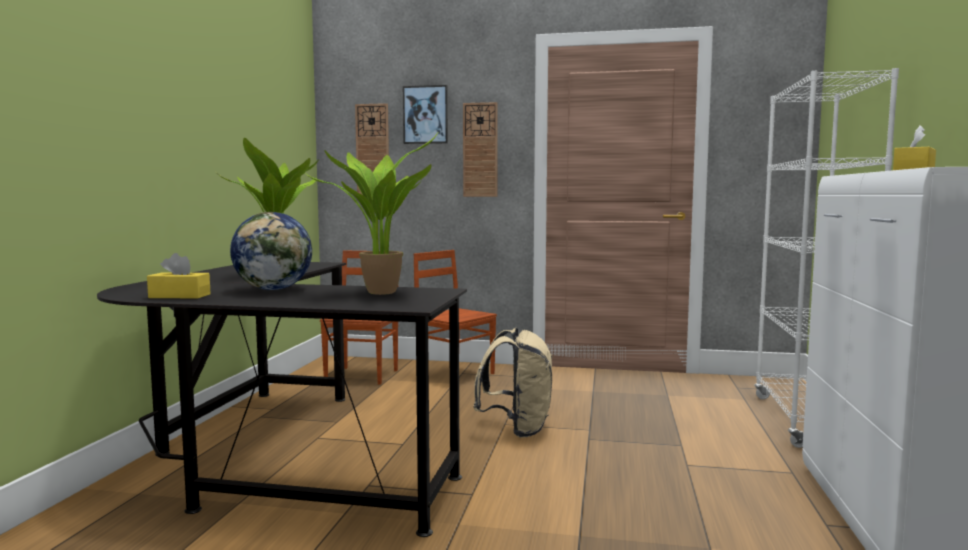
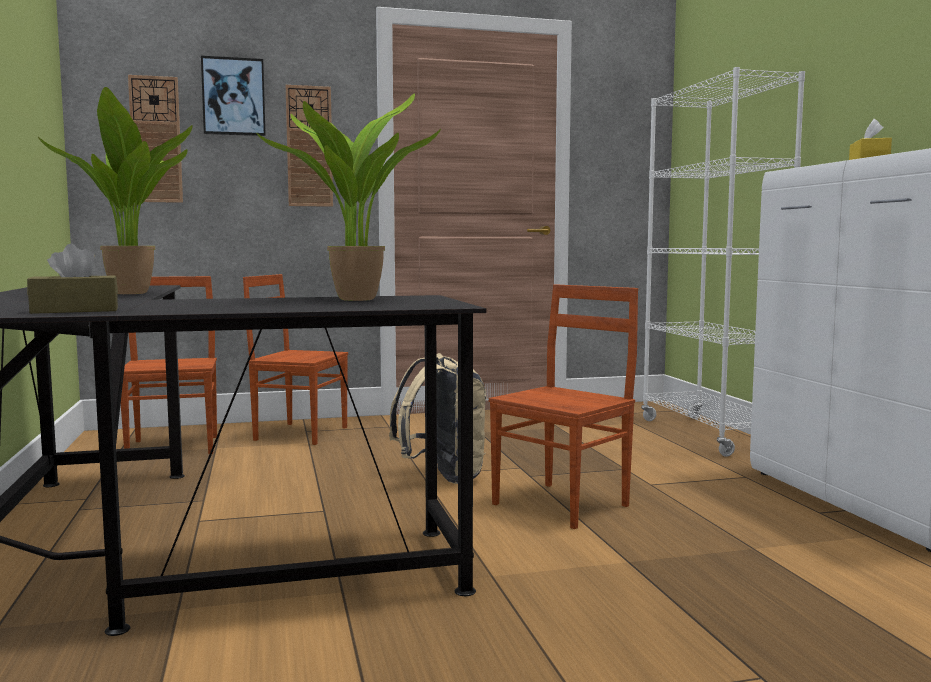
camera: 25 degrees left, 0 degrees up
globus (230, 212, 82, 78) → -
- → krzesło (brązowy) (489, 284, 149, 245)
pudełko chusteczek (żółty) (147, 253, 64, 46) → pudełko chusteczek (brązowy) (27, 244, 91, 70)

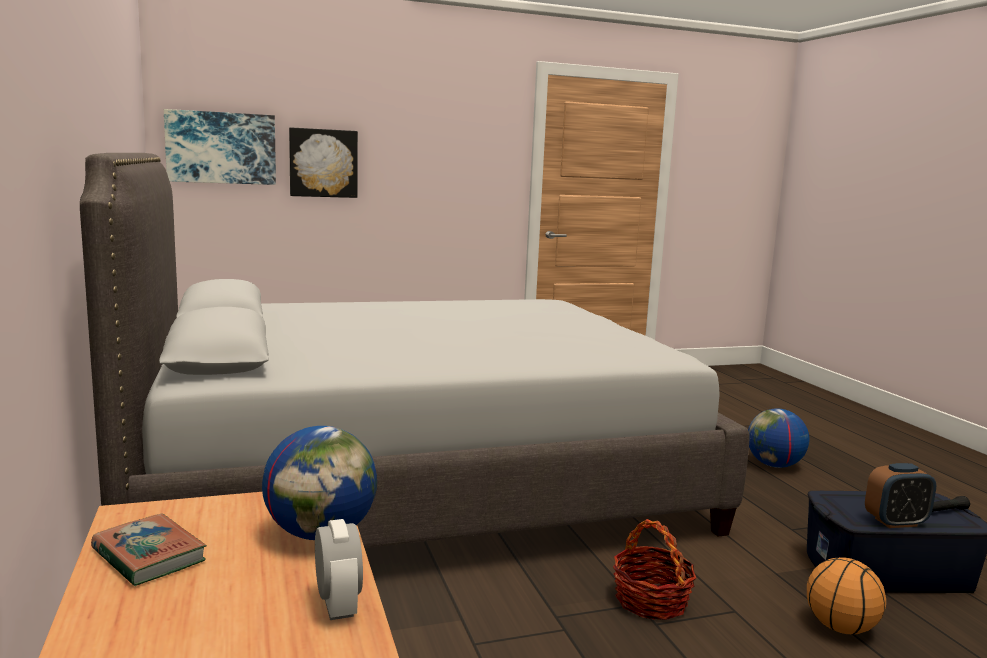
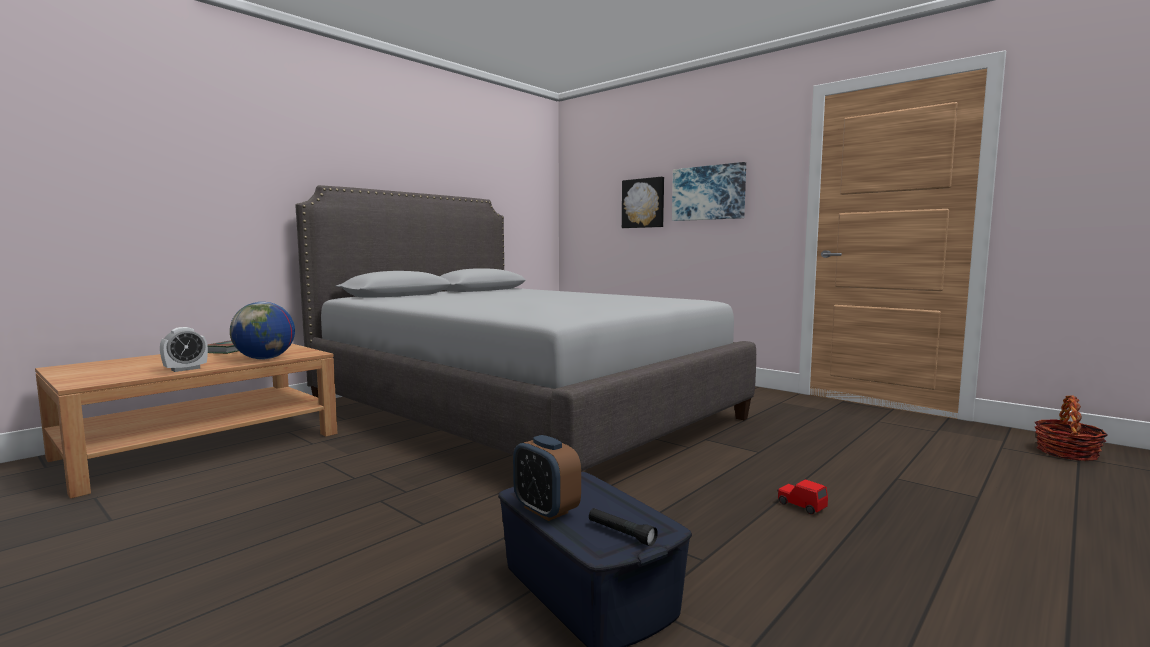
camera: 60 degrees right, 5 degrees down
piłka do koszykówki (807, 557, 79, 77) → -
obraz (164, 109, 112, 76) → obraz (672, 162, 74, 59), relocated
koszyk (613, 519, 83, 101) → koszyk (1035, 395, 73, 66), relocated
globus (748, 409, 61, 59) → samochodzik (czerwony) (777, 479, 51, 35)

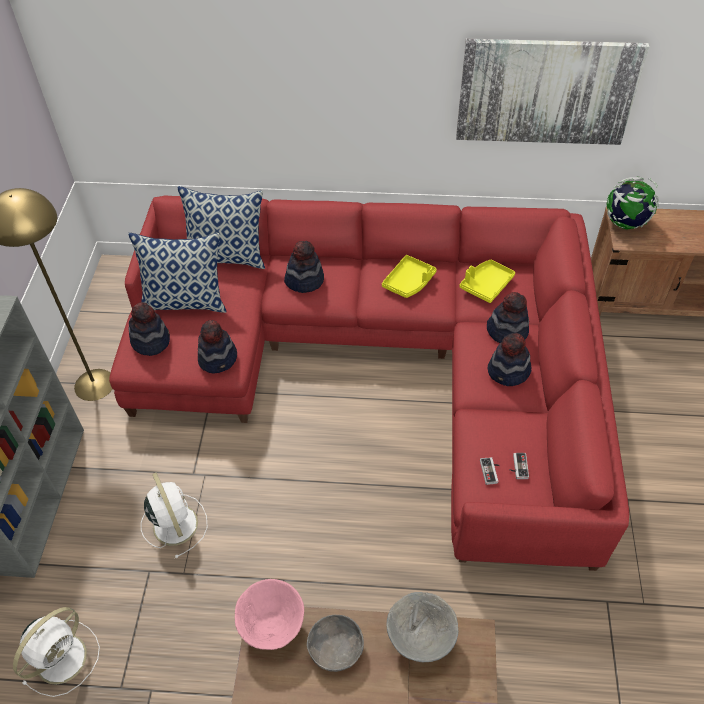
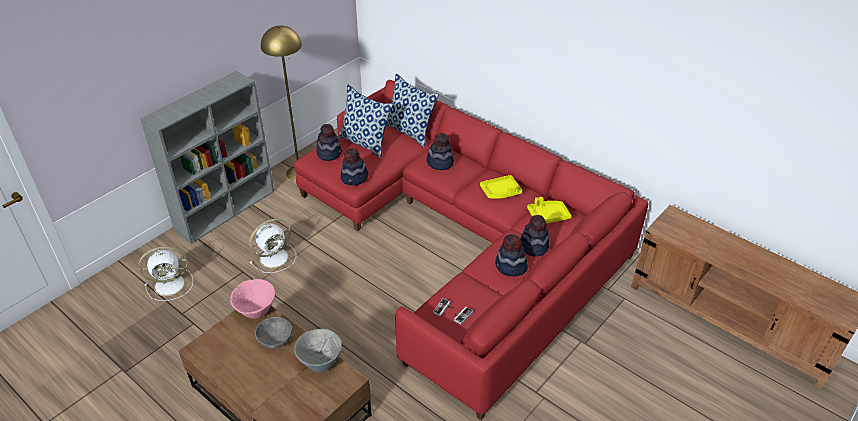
camera: 35 degrees right, 10 degrees down
obraz (456, 39, 193, 106) → -
globus (607, 176, 52, 53) → -
wentylator (biały) (141, 472, 67, 87) → wentylator (biały) (249, 219, 47, 54), 45 degrees clockwise

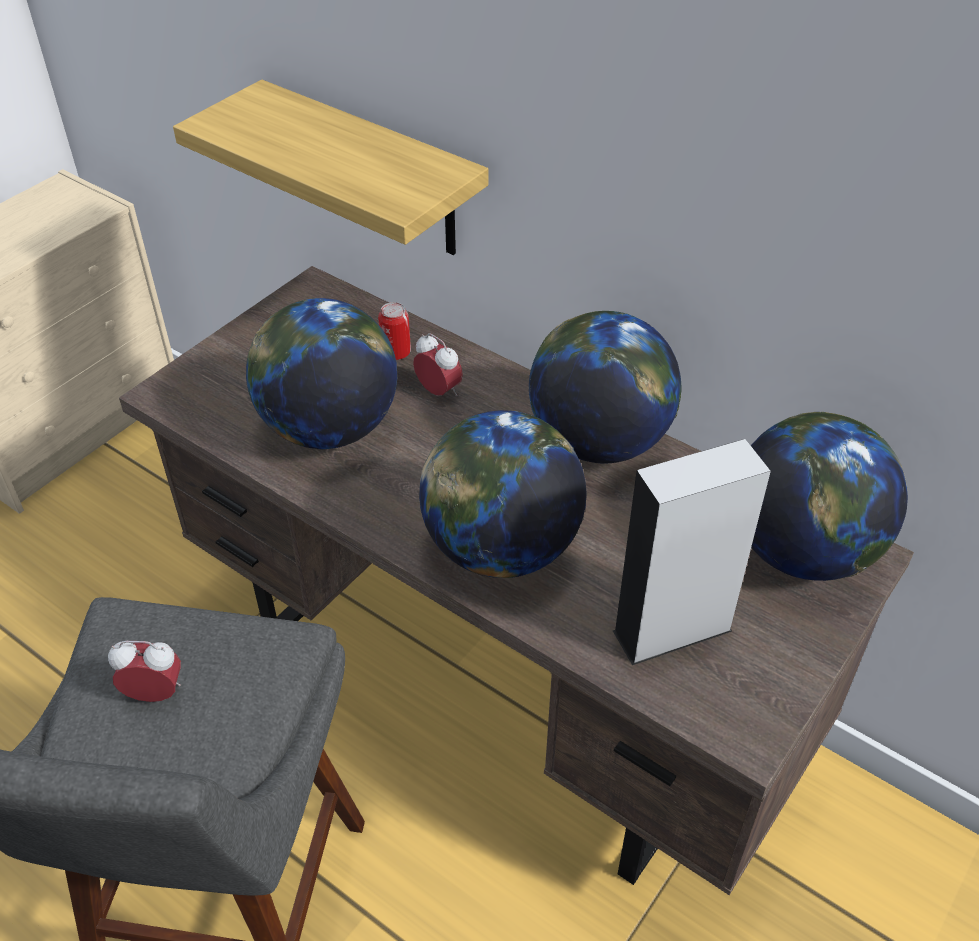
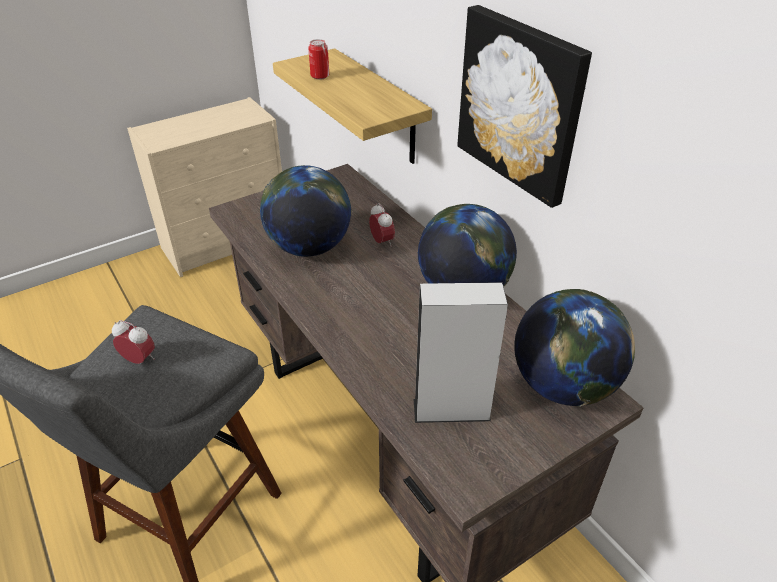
camera: 20 degrees right, 5 degrees down
globus (419, 410, 167, 168) → -
- → obraz (457, 5, 135, 203)
puszka (378, 302, 33, 58) → puszka (308, 39, 21, 41), relocated

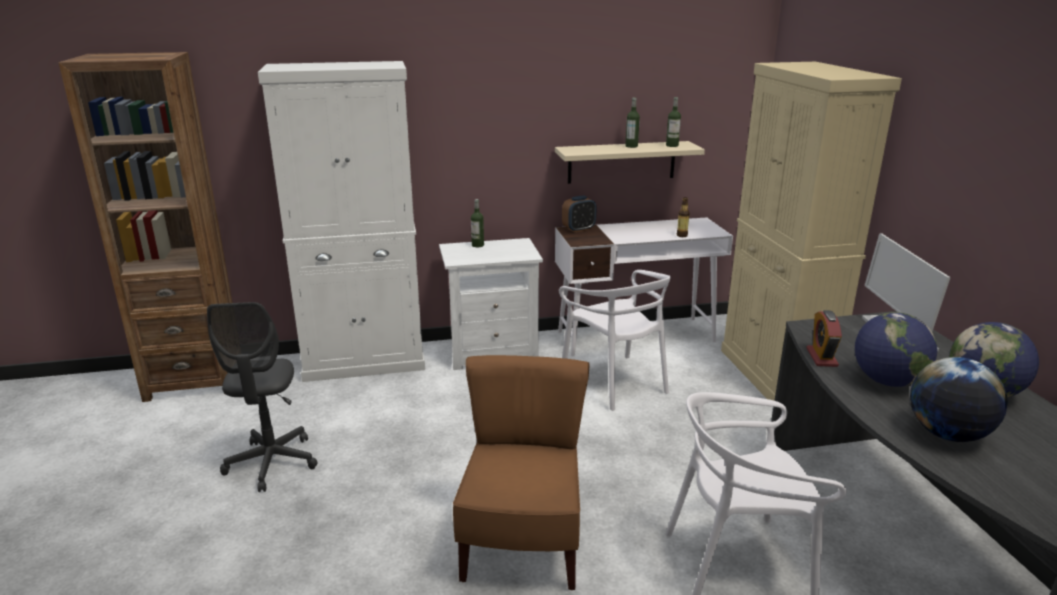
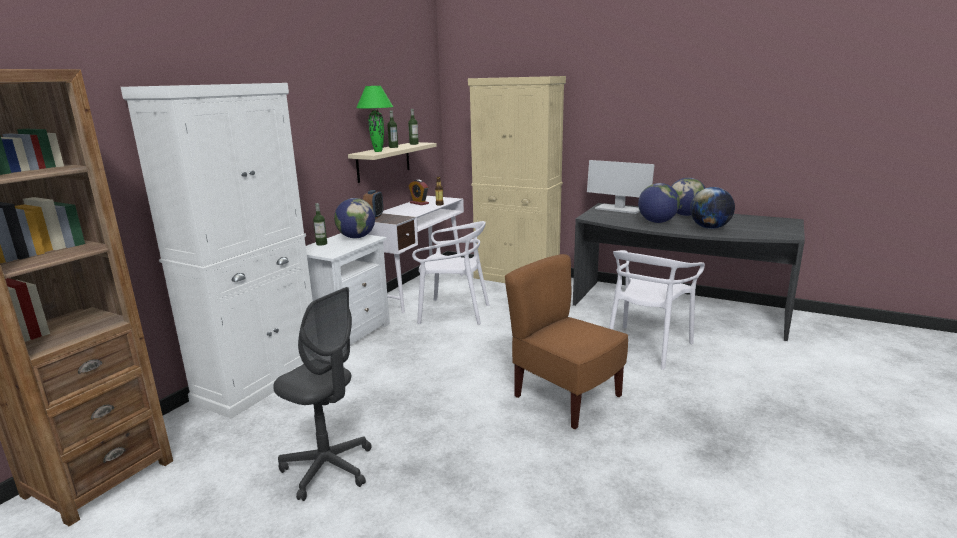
camera: 50 degrees left, 5 degrees down
- → globus (334, 198, 41, 40)
- → lampa stołowa (zielony) (356, 86, 37, 66)
budzik (806, 310, 36, 57) → budzik (409, 180, 20, 25), relocated

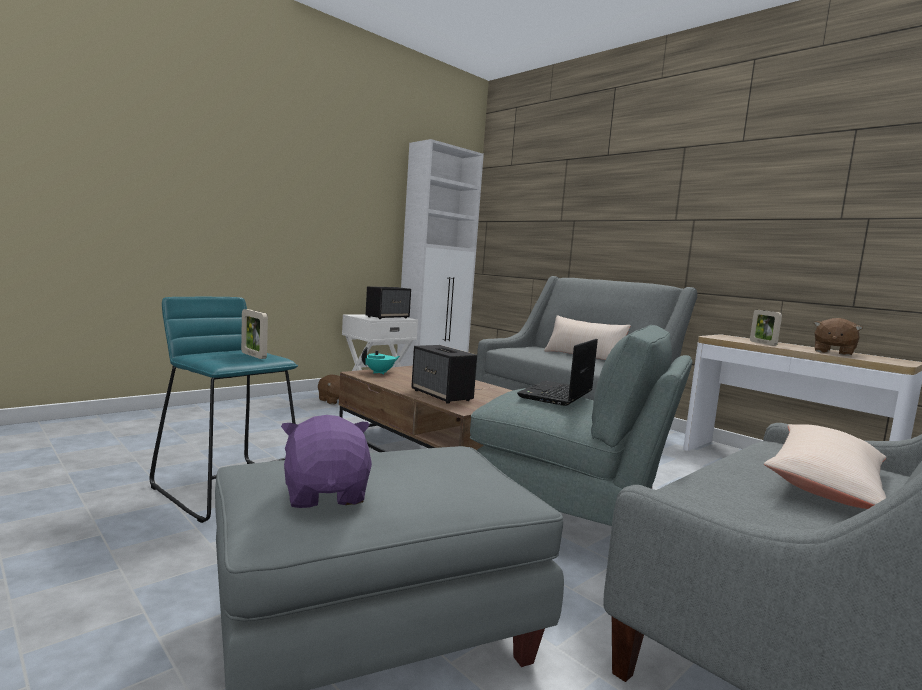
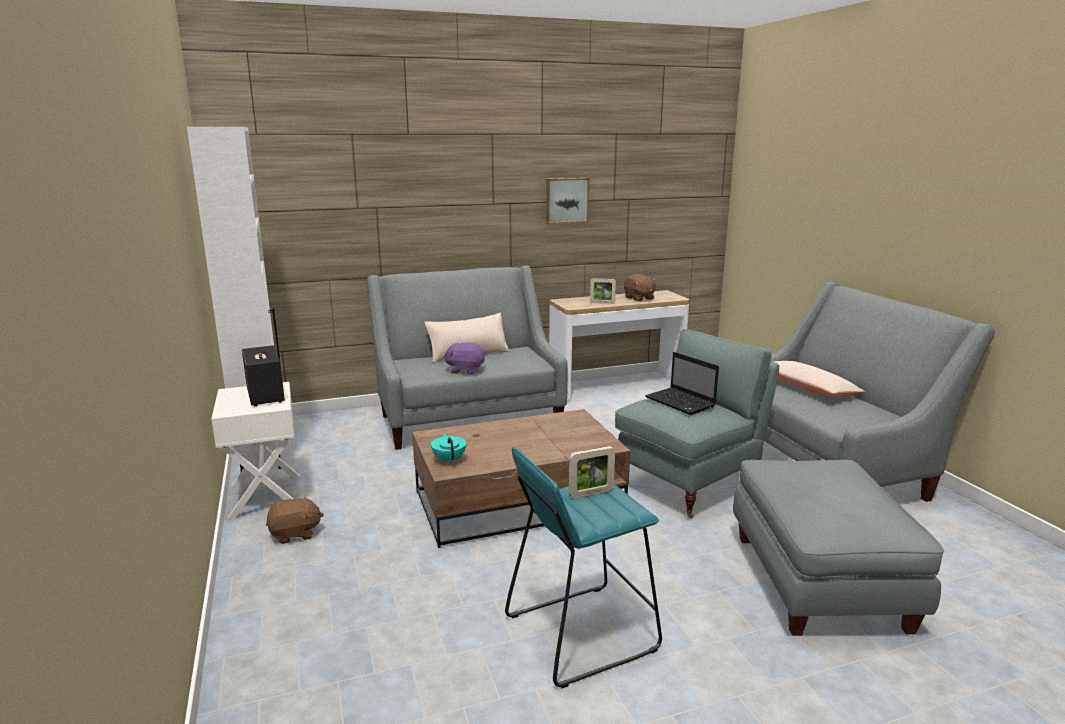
camera: 65 degrees left, 10 degrees up
głośnik (411, 345, 66, 59) → -
- → obraz (546, 178, 43, 46)
pluszak (fioletowy) (281, 415, 91, 93) → pluszak (fioletowy) (443, 343, 42, 31), relocated

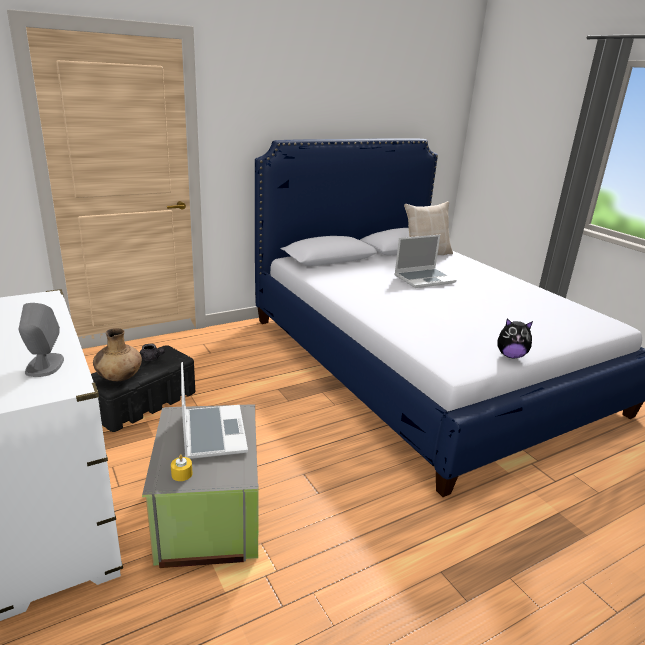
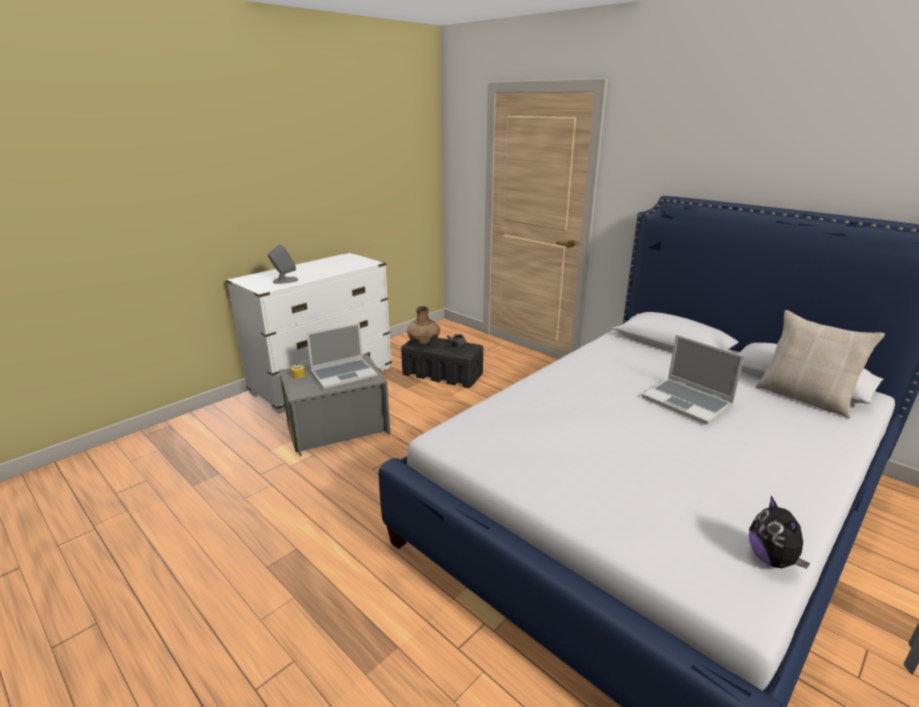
camera: 75 degrees right, 0 degrees up
pluszak (497, 318, 36, 41) → pluszak (749, 496, 61, 73), relocated

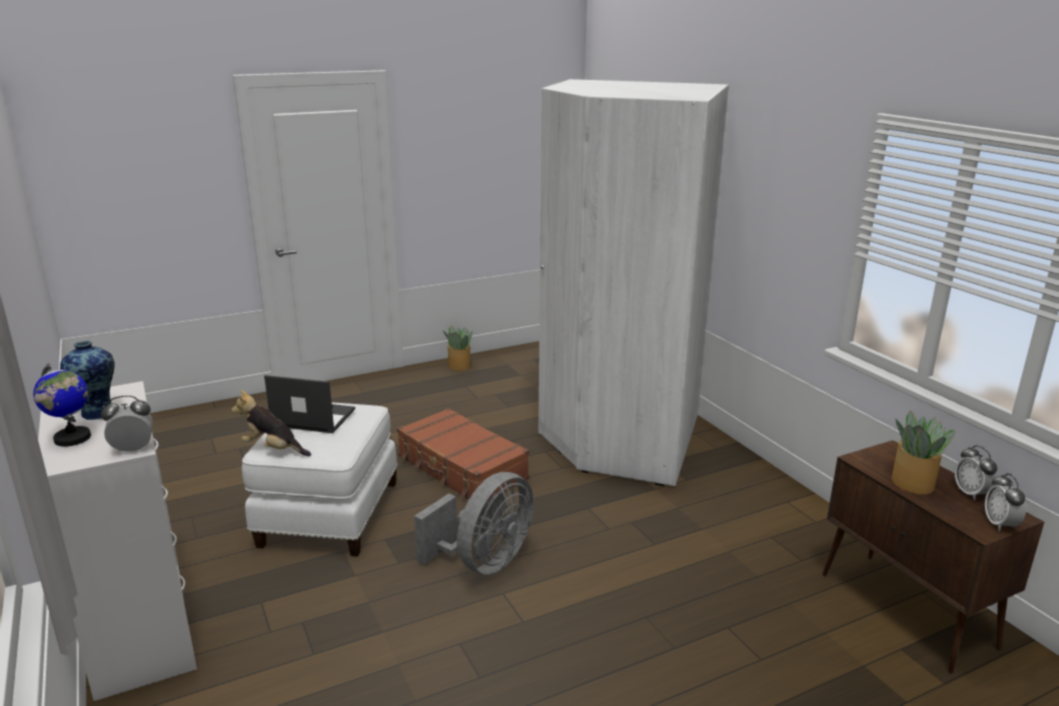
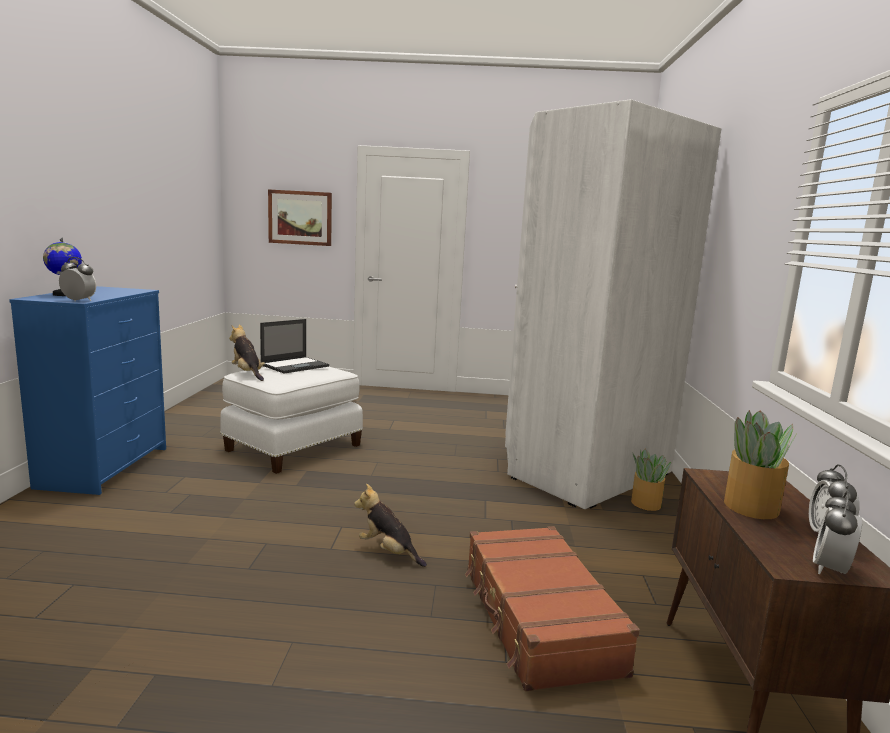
camera: 30 degrees right, 10 degrees down
wazon (60, 341, 55, 79) → -
wentylator (szary) (414, 472, 120, 103) → -
- → obraz (268, 189, 64, 57)
- → pluszak (354, 484, 73, 83)
walizka (brązowy) (397, 408, 132, 92) → walizka (brązowy) (465, 526, 175, 166), relocated
roślina doniczkowa (443, 325, 30, 45) → roślina doniczkowa (631, 449, 41, 62), relocated
komoda (biały) (38, 381, 159, 320) → komoda (niebieski) (9, 286, 157, 209)
laptop (264, 375, 91, 58) → laptop (260, 319, 69, 55), 90 degrees clockwise

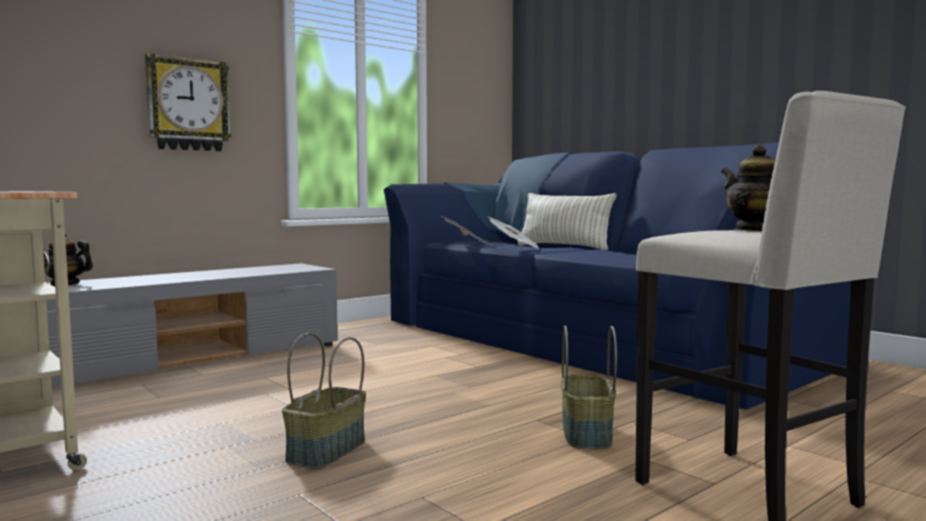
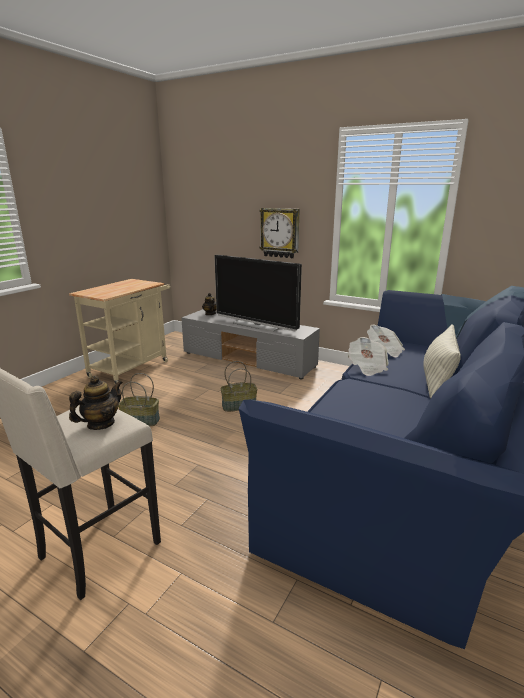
camera: 70 degrees right, 15 degrees up
- → telewizor (214, 255, 88, 77)
koszyk (561, 325, 56, 124) → koszyk (221, 361, 36, 51), relocated

